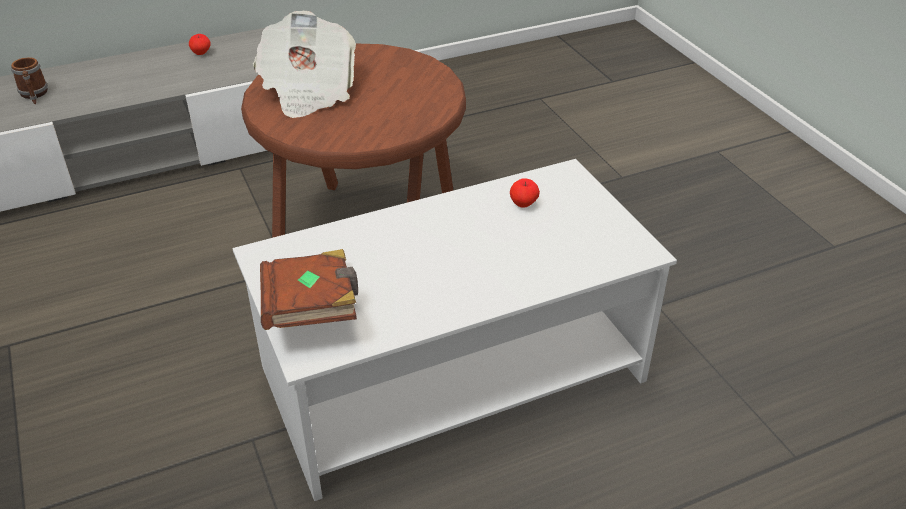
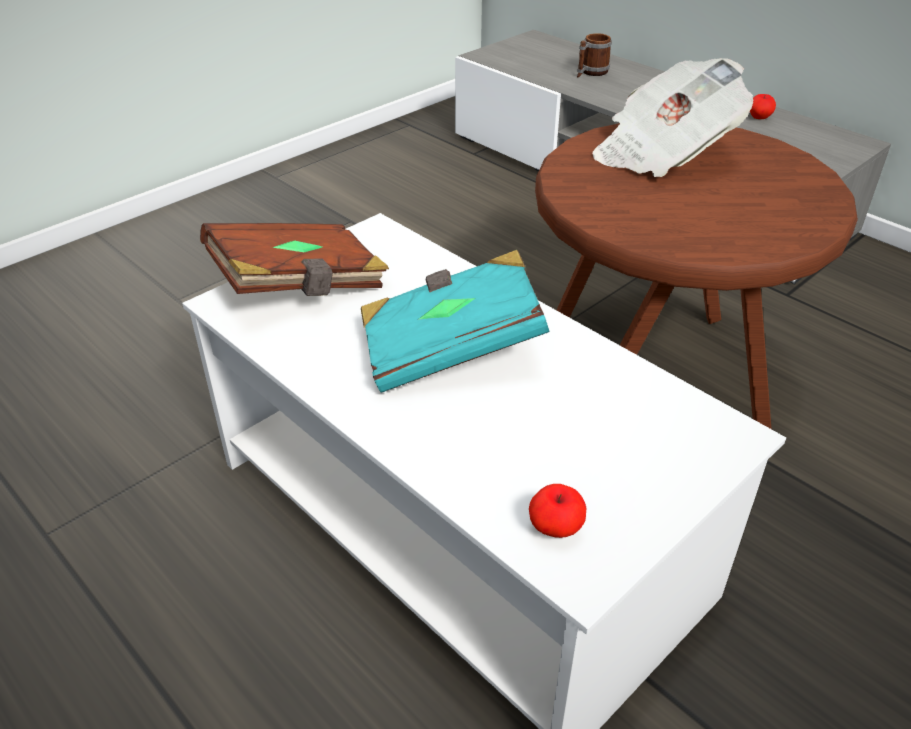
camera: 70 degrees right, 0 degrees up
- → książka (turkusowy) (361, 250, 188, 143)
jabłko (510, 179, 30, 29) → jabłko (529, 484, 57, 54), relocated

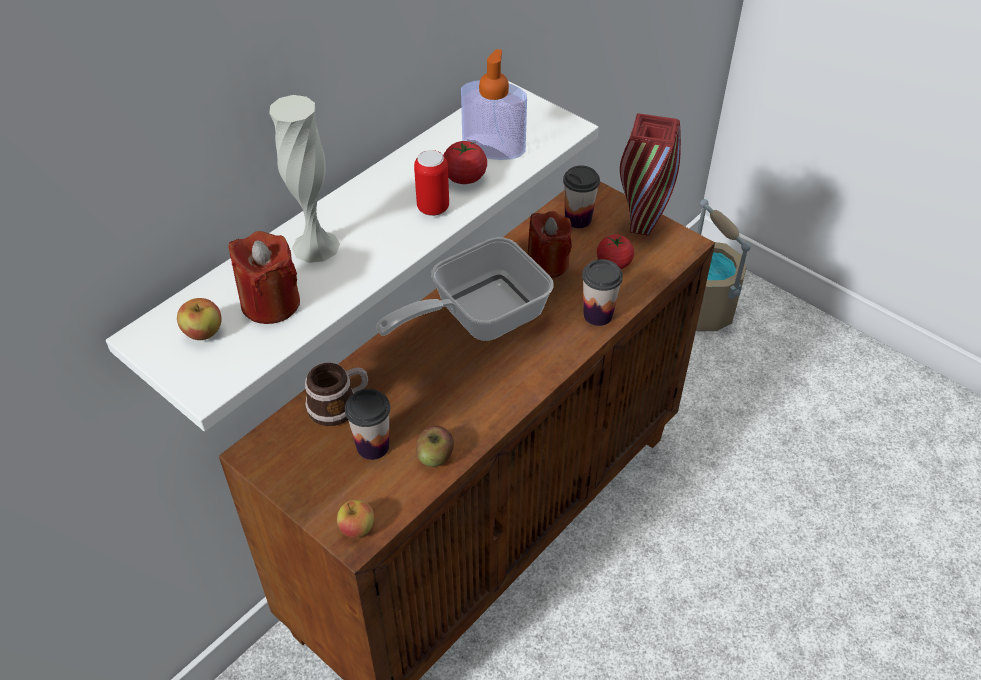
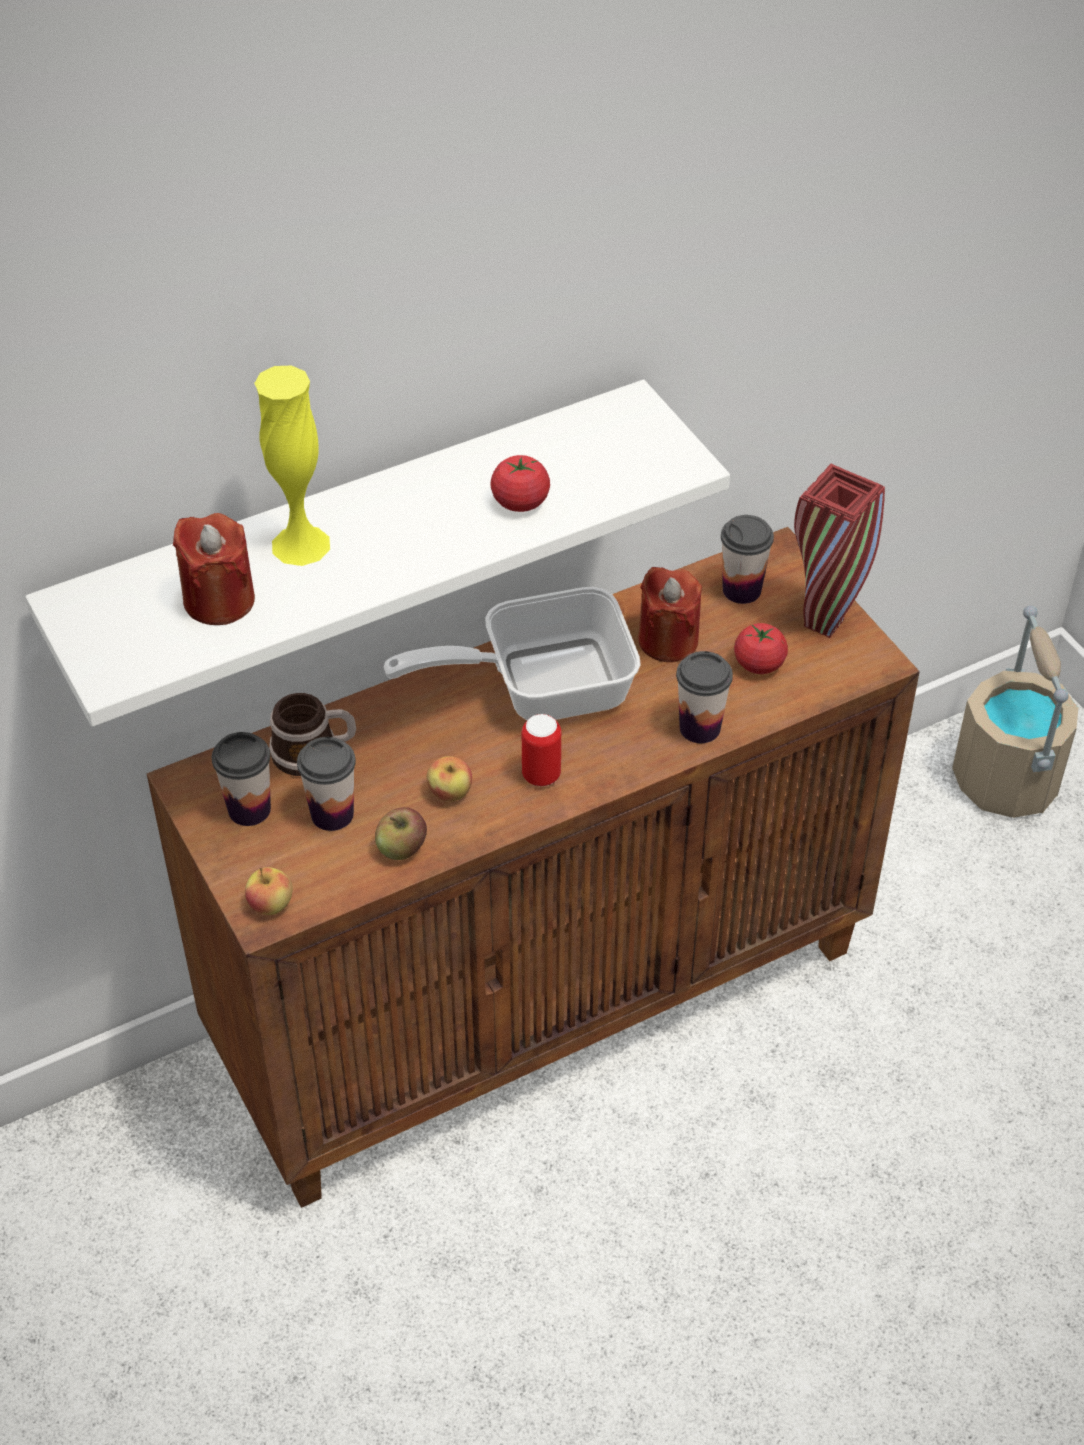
camera: 20 degrees right, 0 degrees up
dozownik mydła (461, 49, 66, 111) → -
- → filiżanka (212, 732, 59, 94)
jabłko (177, 298, 44, 42) → jabłko (427, 756, 45, 46), relocated
puszka (414, 150, 35, 66) → puszka (522, 714, 39, 72), relocated
wazon (biały) (269, 95, 71, 168) → wazon (żółty) (254, 366, 76, 200)

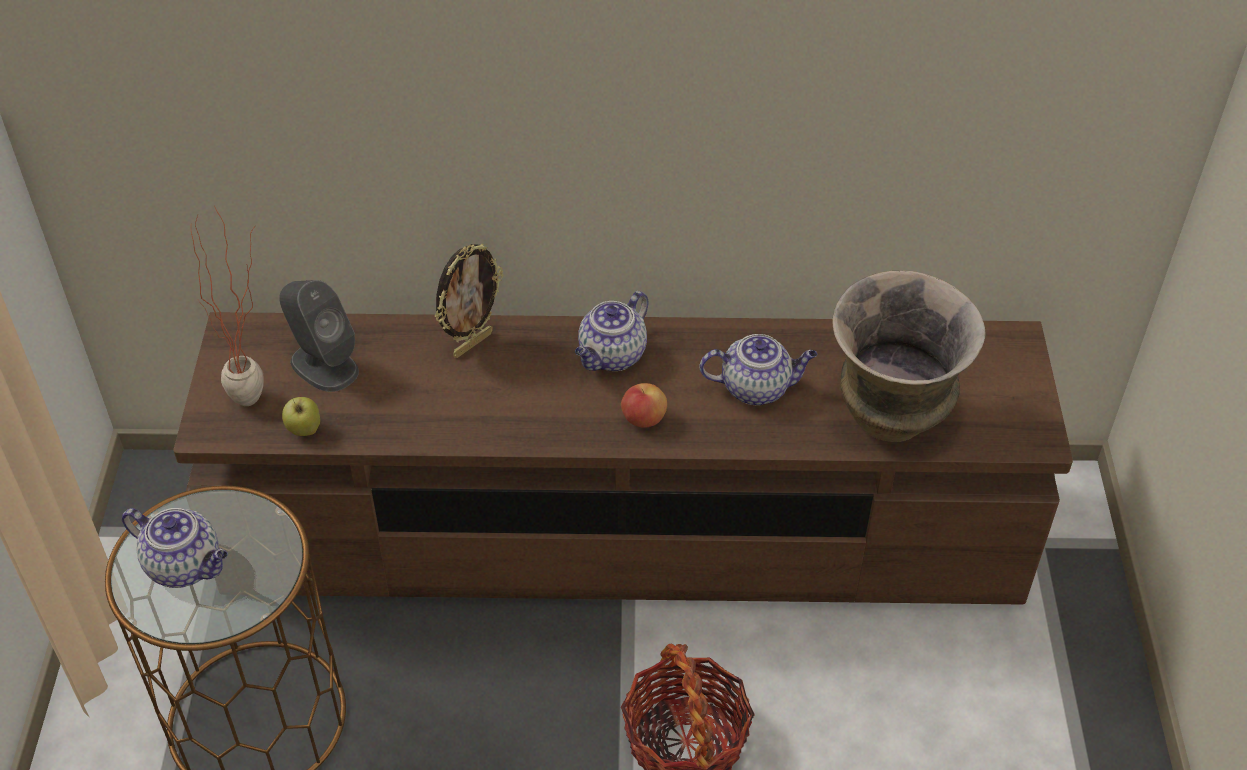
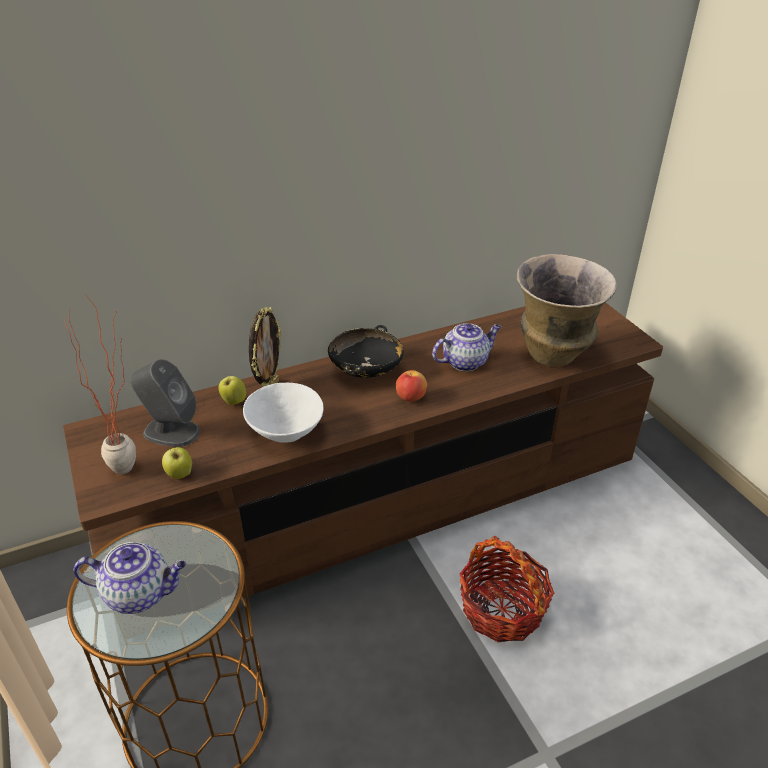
camera: 25 degrees left, 10 degrees down
- → jabłko (219, 374, 27, 31)
- → miska (biały) (243, 383, 80, 60)
imbryk (575, 291, 73, 80) → miska (czarny) (328, 325, 76, 53)

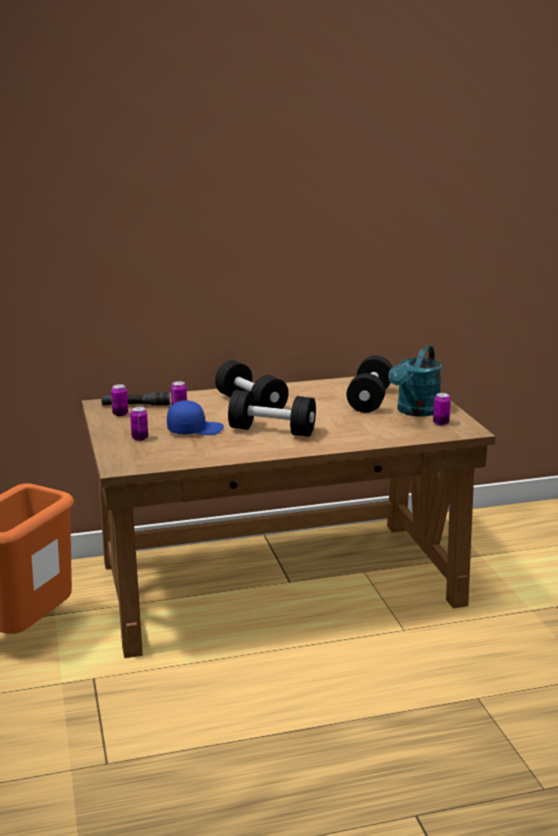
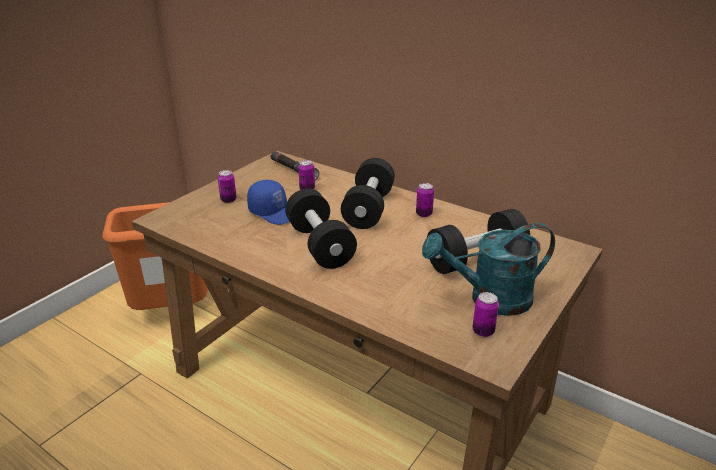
camera: 50 degrees right, 10 degrees up
puszka (111, 384, 17, 32) → puszka (416, 183, 18, 34), relocated

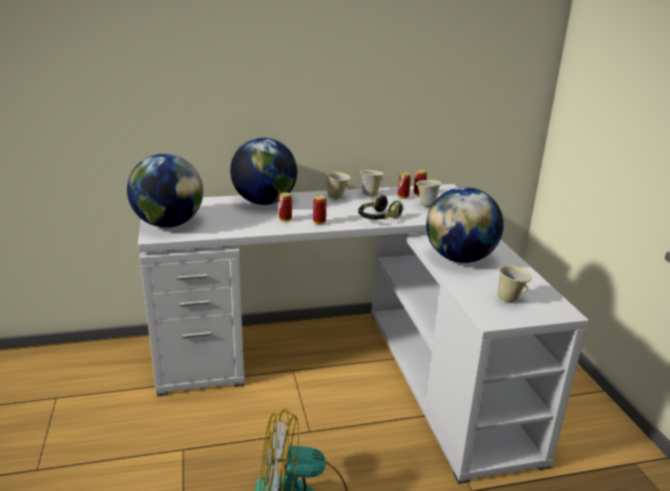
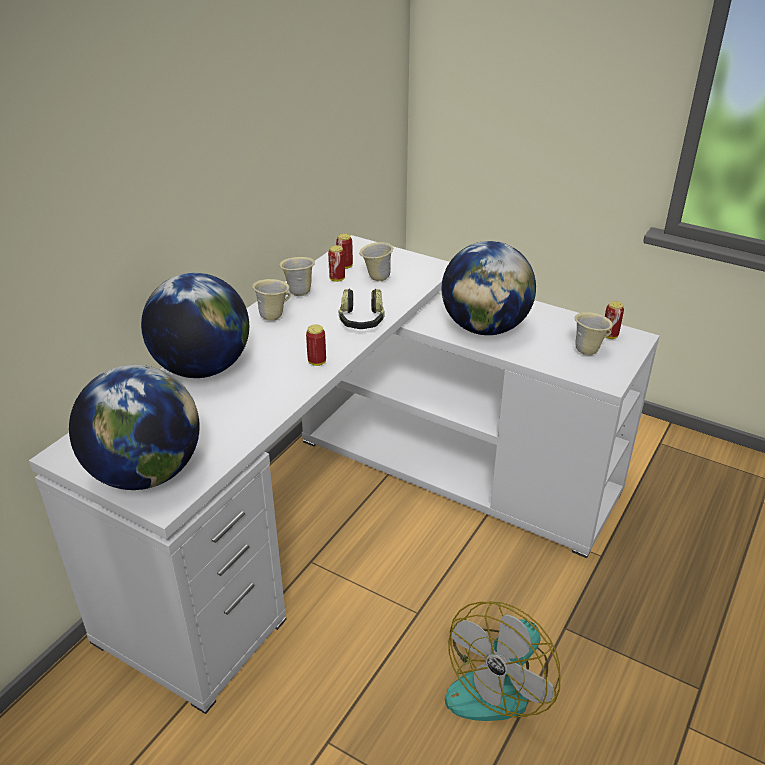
camera: 45 degrees left, 10 degrees up
puszka (279, 192, 13, 30) → puszka (605, 301, 19, 38), relocated

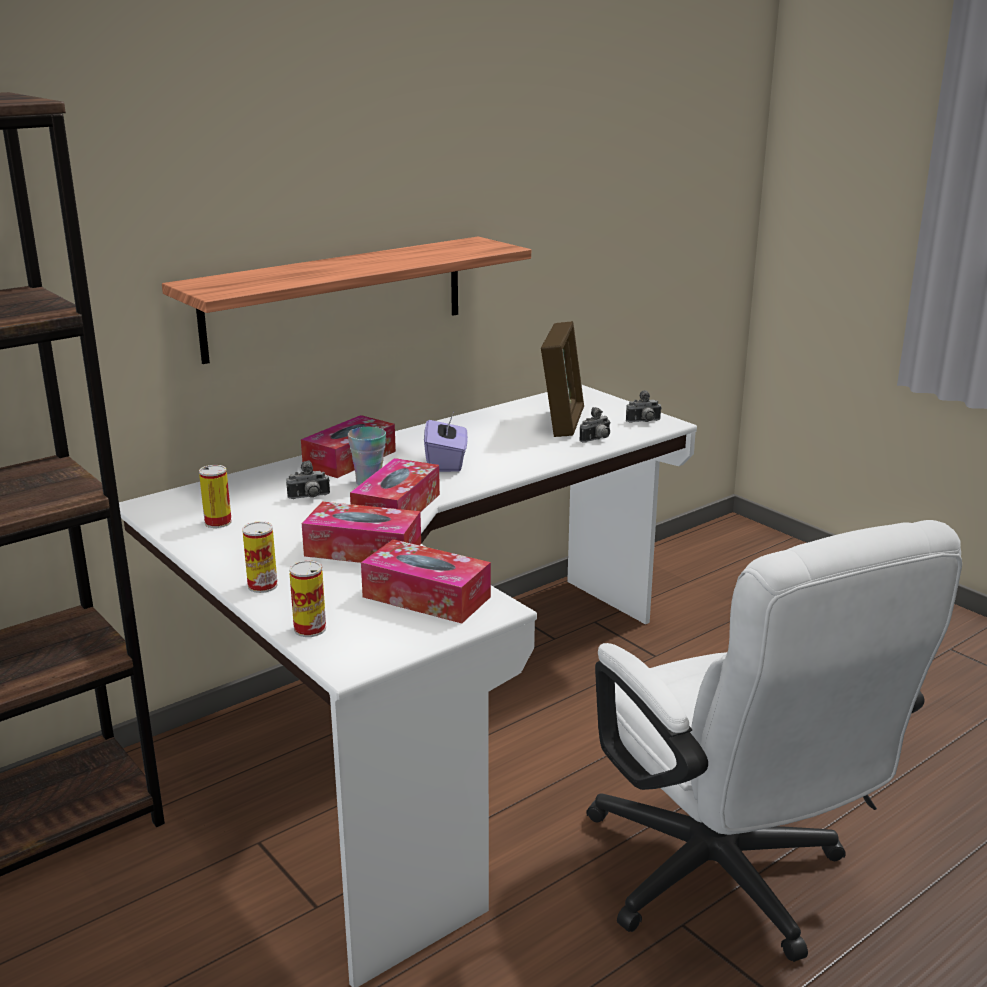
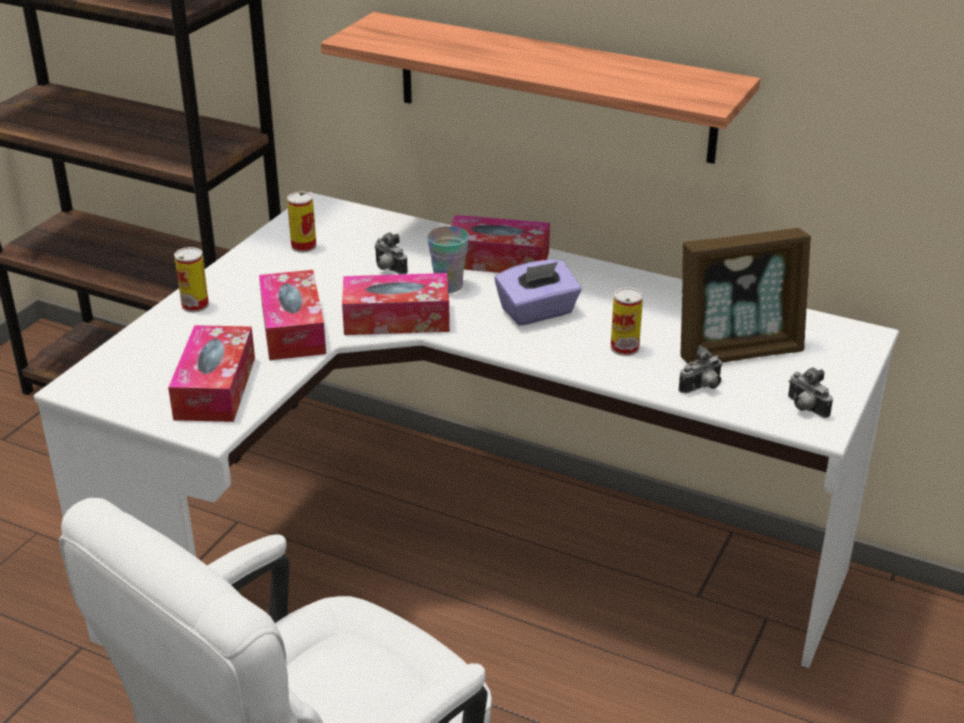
camera: 65 degrees right, 10 degrees up
puszka (289, 560, 37, 77) → puszka (611, 288, 32, 68), relocated
aparat fotograficzny (579, 407, 32, 36) → aparat fotograficzny (678, 345, 45, 49), 60 degrees counterclockwise

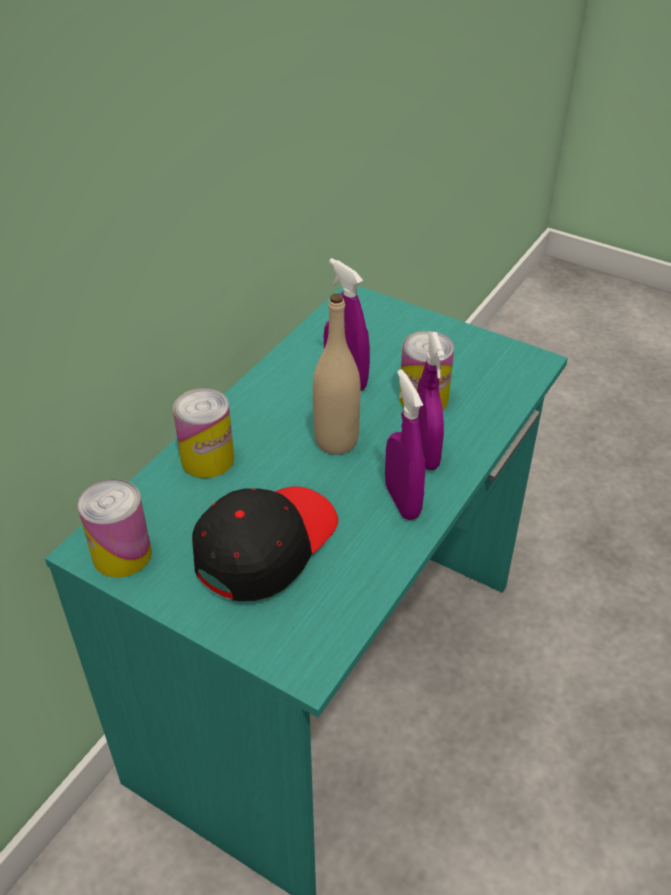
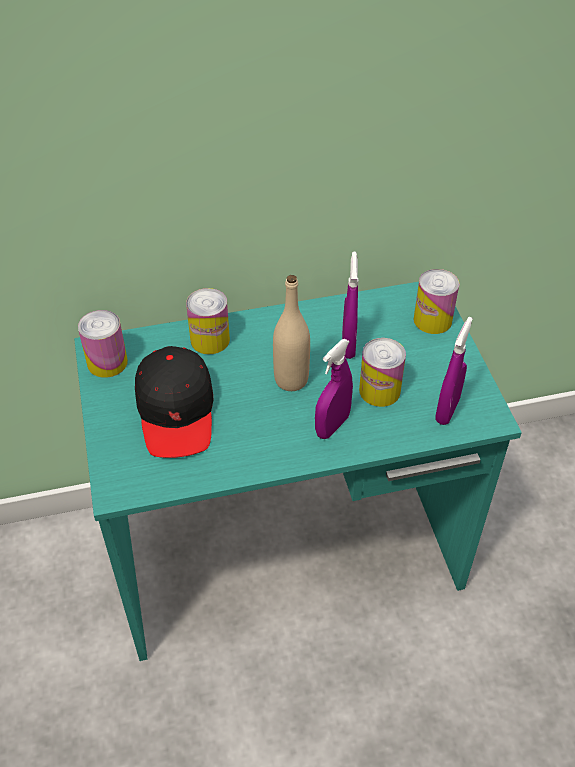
camera: 45 degrees right, 5 degrees up
- → puszka (414, 269, 45, 65)
spryskiwacz (fioletowy) (385, 369, 40, 151) → spryskiwacz (fioletowy) (435, 317, 38, 108), relocated
czapka z daszkiem (czarny) (192, 487, 146, 114) → czapka z daszkiem (czarny) (135, 346, 78, 112), 90 degrees clockwise

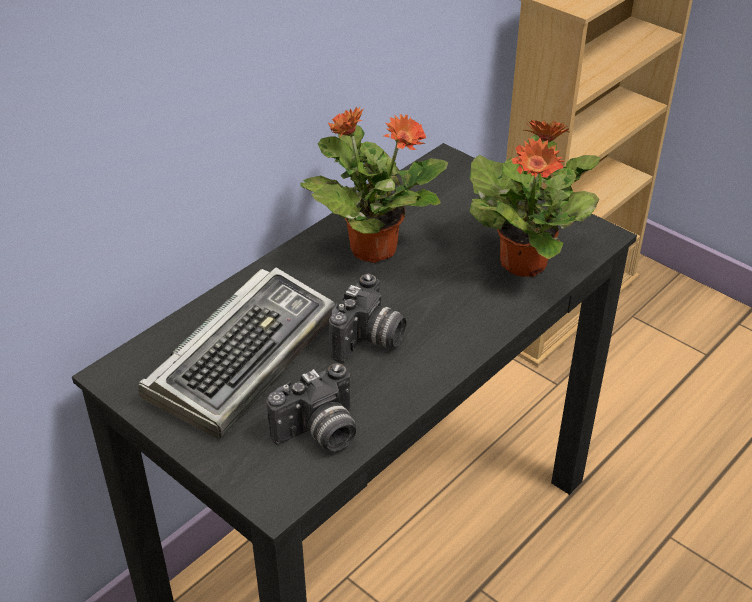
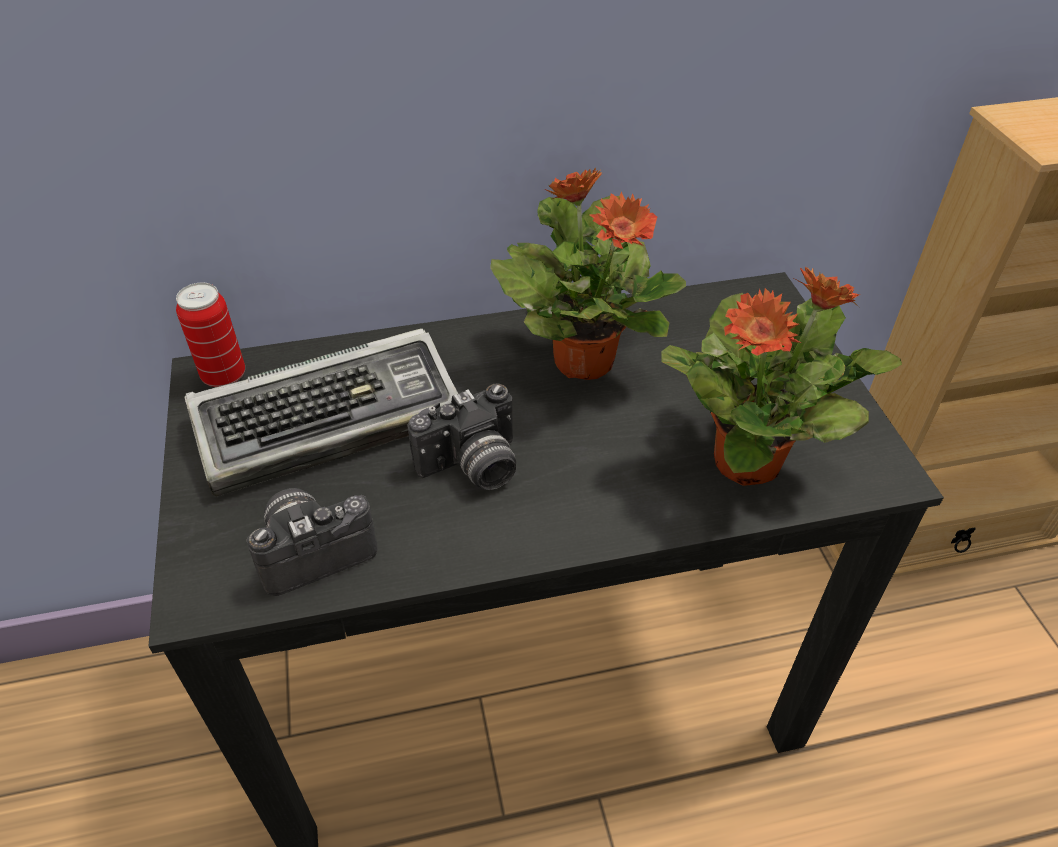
camera: 35 degrees right, 5 degrees up
- → puszka (176, 283, 69, 104)
aparat fotograficzny (266, 363, 90, 88) → aparat fotograficzny (246, 488, 132, 108), 150 degrees clockwise

